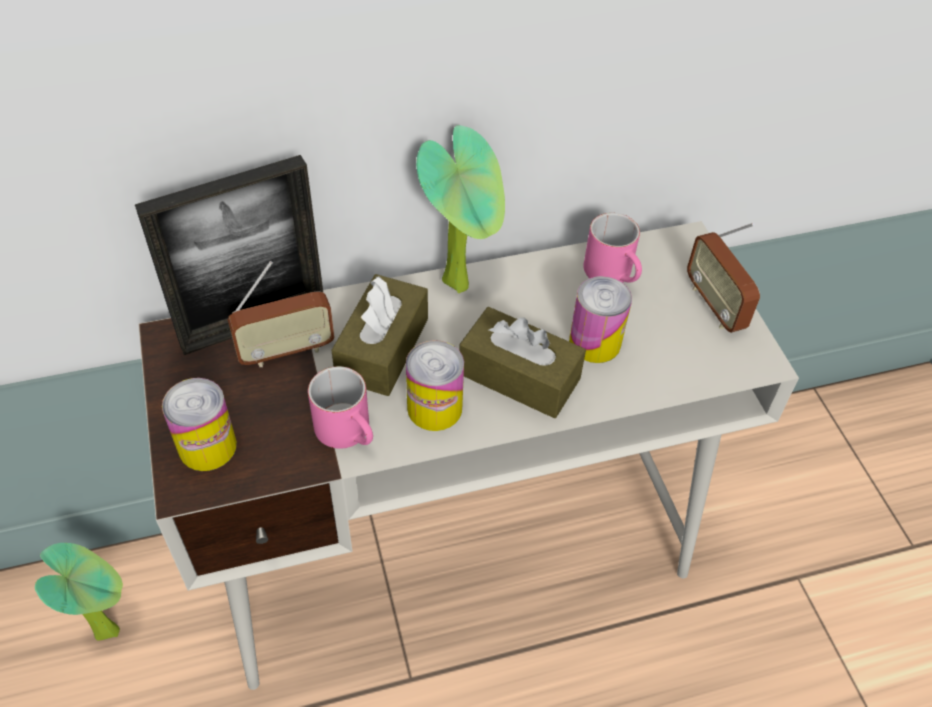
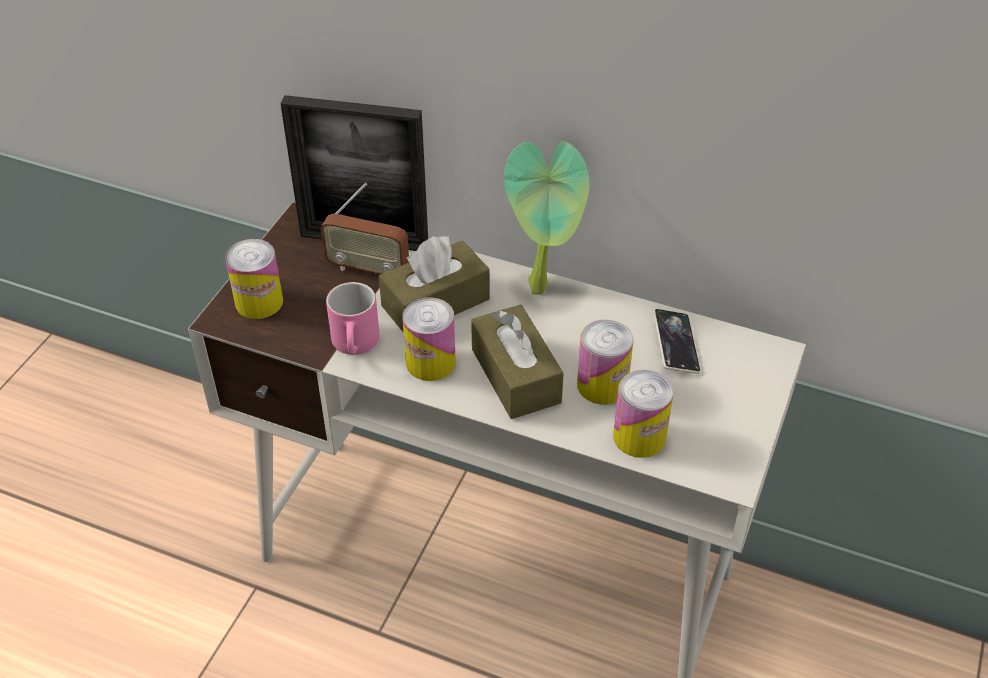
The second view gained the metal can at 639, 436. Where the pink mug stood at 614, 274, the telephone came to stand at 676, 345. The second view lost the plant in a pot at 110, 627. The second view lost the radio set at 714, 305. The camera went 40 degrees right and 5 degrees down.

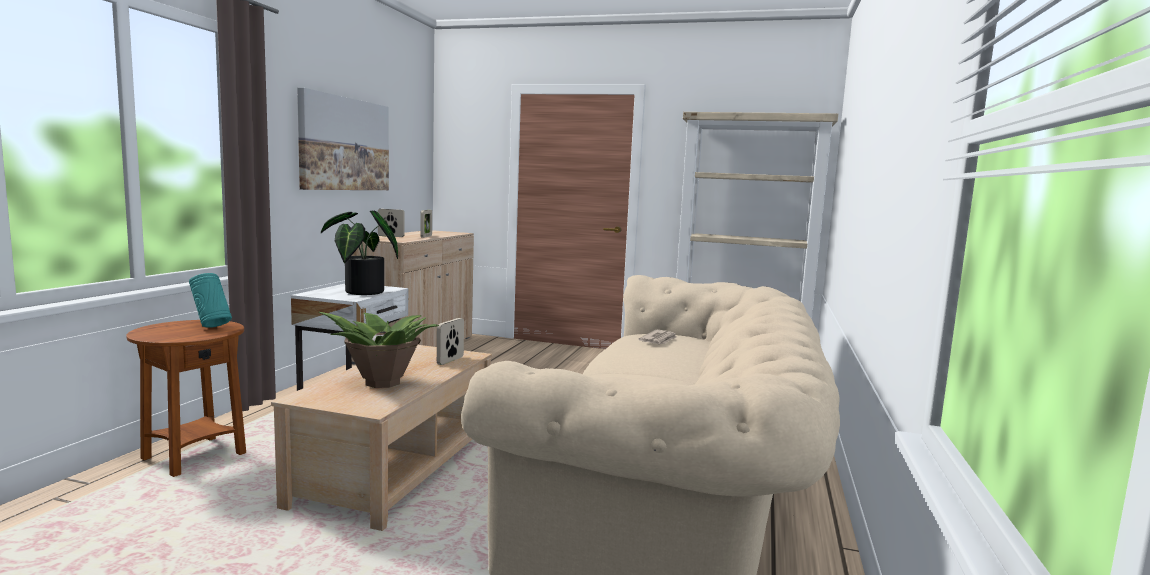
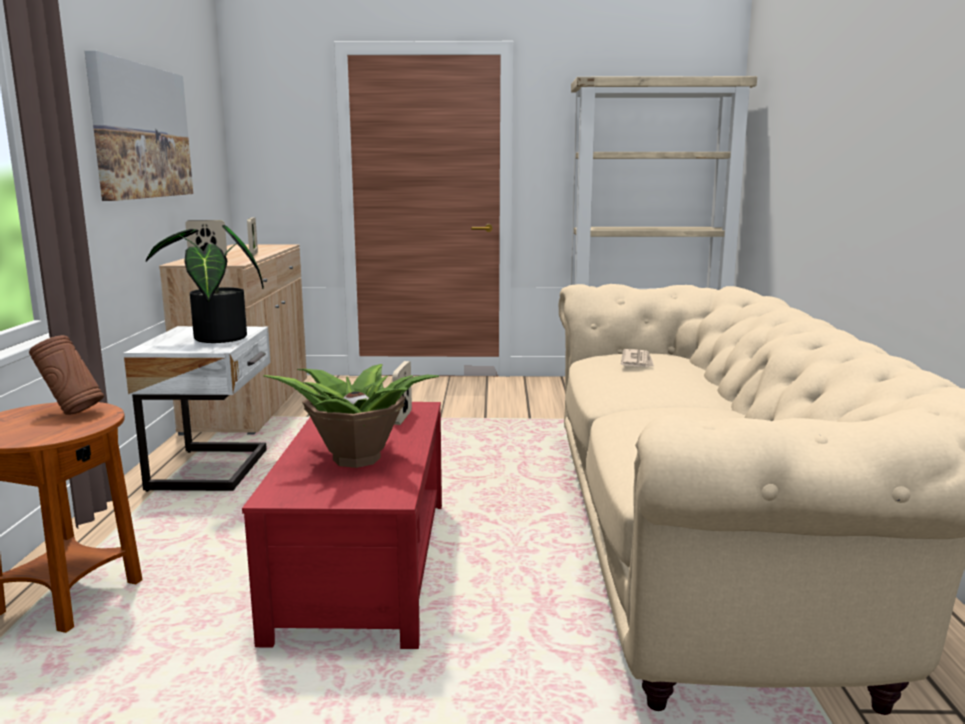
What was the blue-green vase at 211, 326 turned into the brown vase at 71, 412. What was the sand-coloured low table at 398, 470 turned into the red low table at 366, 566. The camera went 15 degrees left and 5 degrees up.

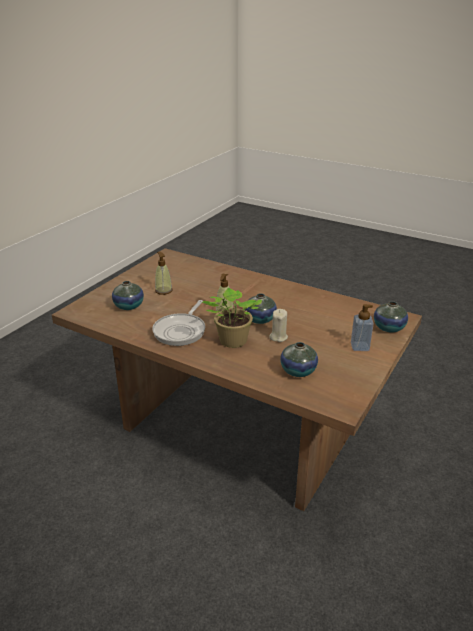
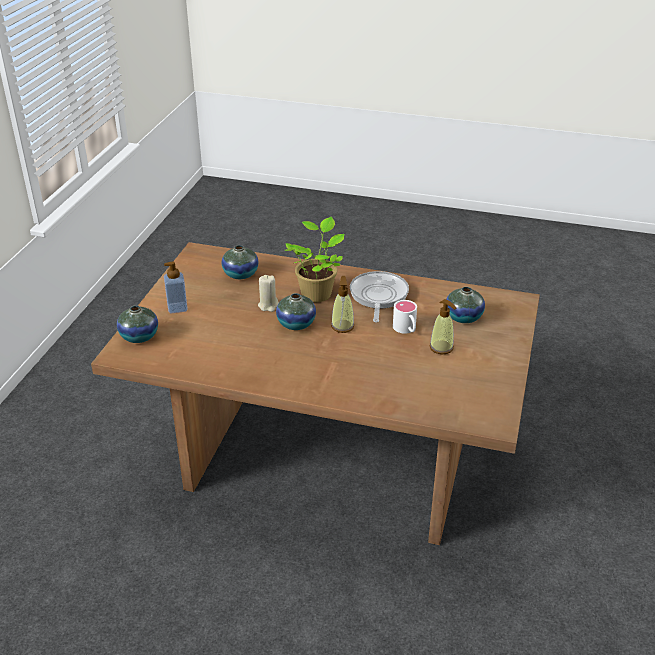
The second view gained the white-coloured mug at 406, 329. The camera went 165 degrees right and 5 degrees up.

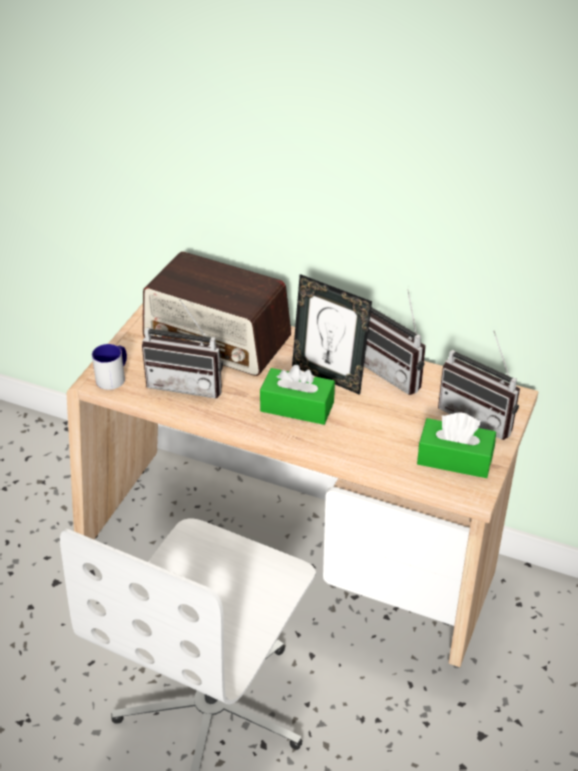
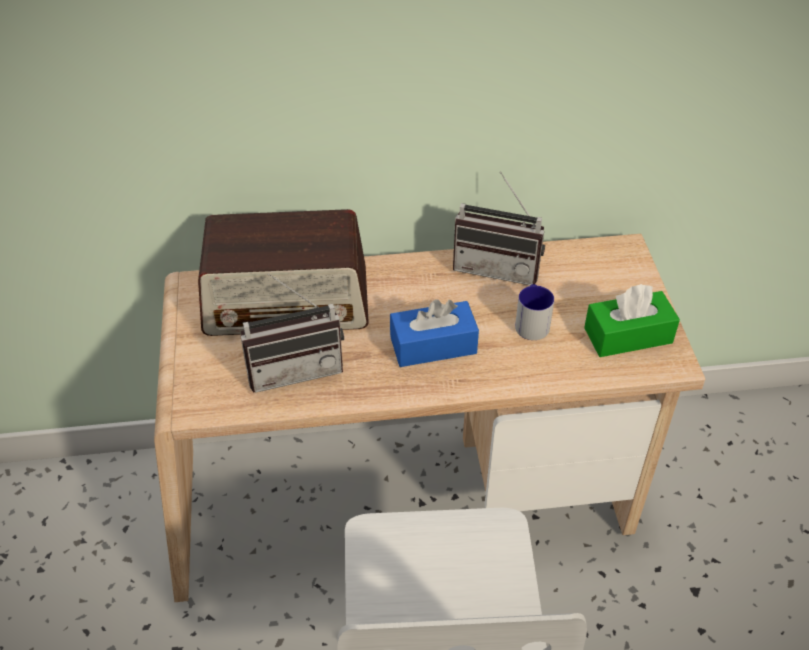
What was the greenish tissue holder at 297, 407 turned into the bluish tissue holder at 433, 345. The mug ended up elsewhere, having gone from 114, 377 to 531, 322. The second view lost the picture frame at 329, 376. The second view lost the radio set at 480, 416. The camera went 30 degrees left and 5 degrees up.

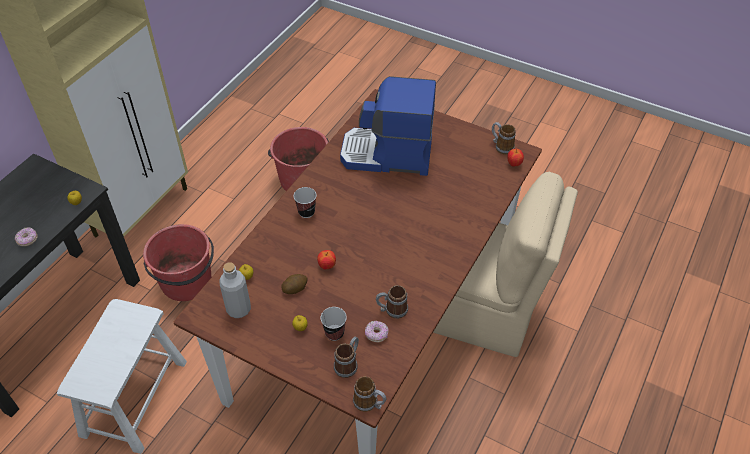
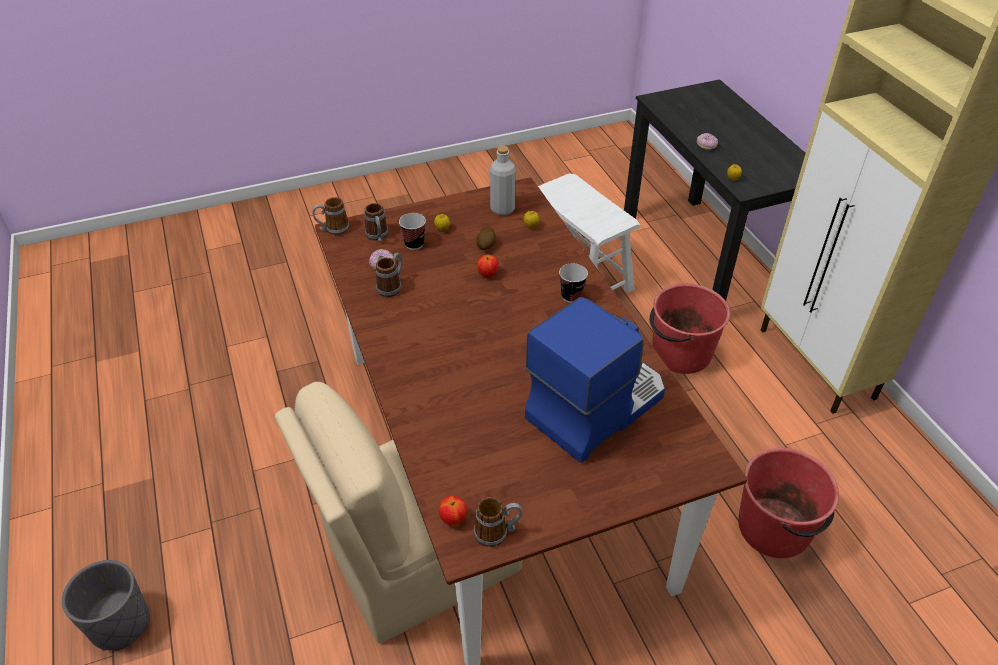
The second view gained the greyish planter at 120, 624. The camera went 130 degrees right and 5 degrees down.

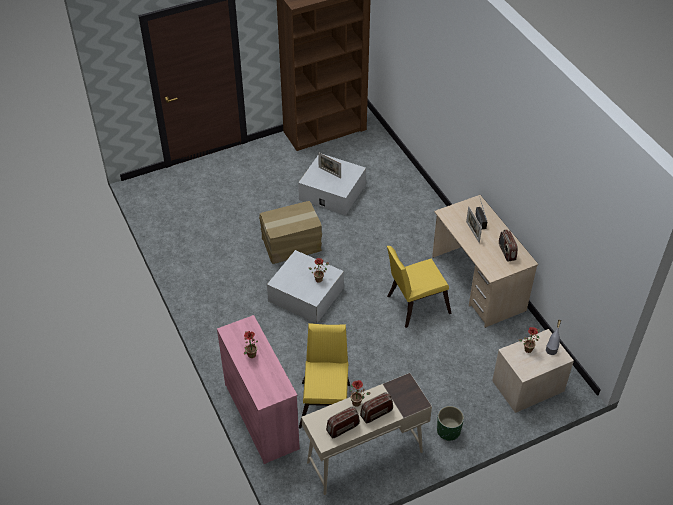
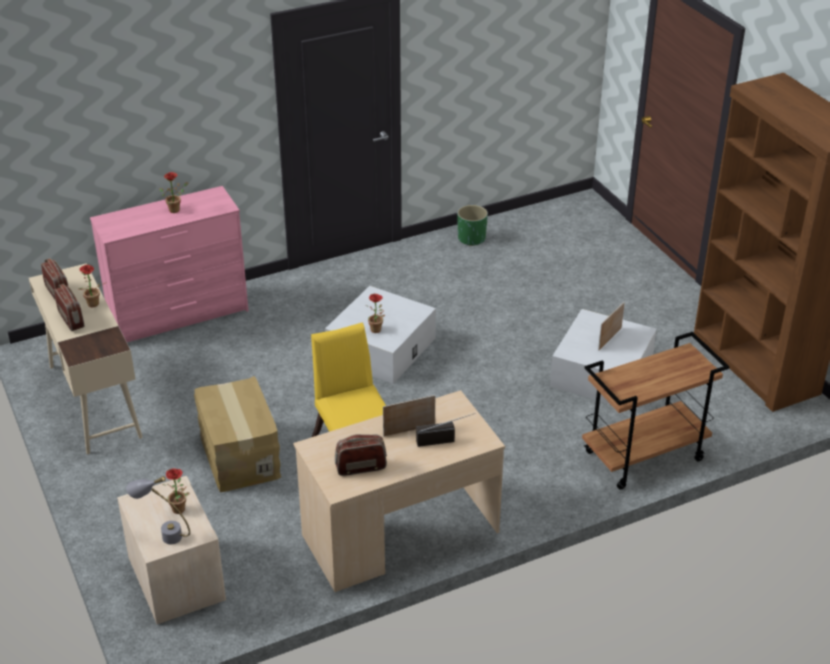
The packing box ended up elsewhere, having gone from 291, 245 to 238, 456. The greenish planter ended up elsewhere, having gone from 448, 431 to 472, 239. The second view gained the brown wheeled cart at 643, 457. The second view lost the yellow-coloured chair at 326, 401. The camera went 90 degrees right and 10 degrees down.

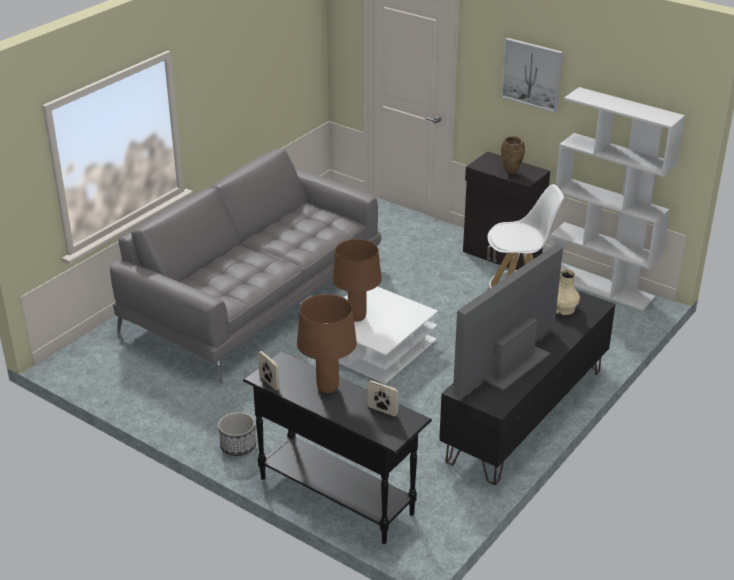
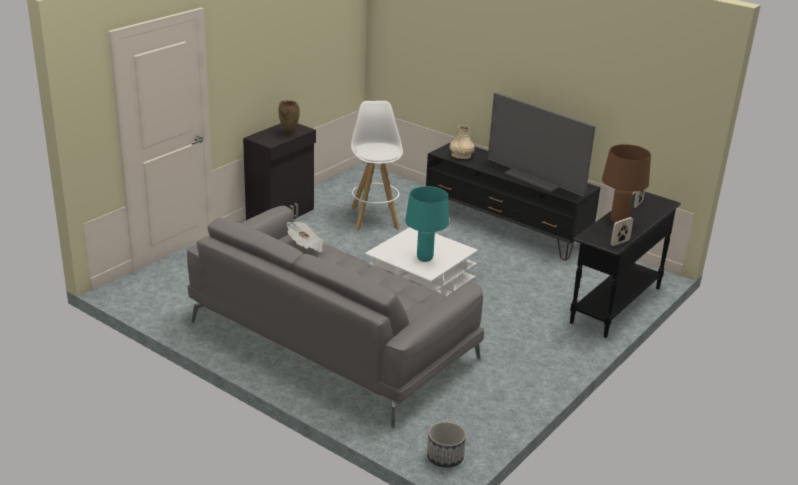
The second view gained the newspaper at 306, 246. What was the brown tabletop lamp at 356, 318 turned into the blue-green tabletop lamp at 425, 259. The planter ended up elsewhere, having gone from 238, 446 to 445, 457. The second view lost the picture at 532, 74. The second view lost the white-coloured bookcase at 600, 286. The camera went 90 degrees left and 5 degrees down.

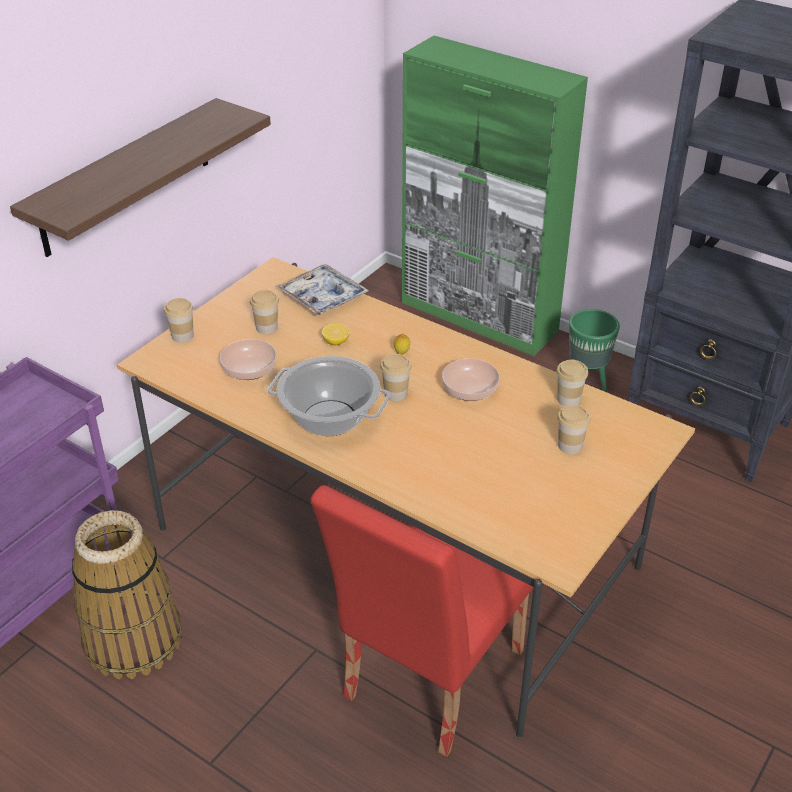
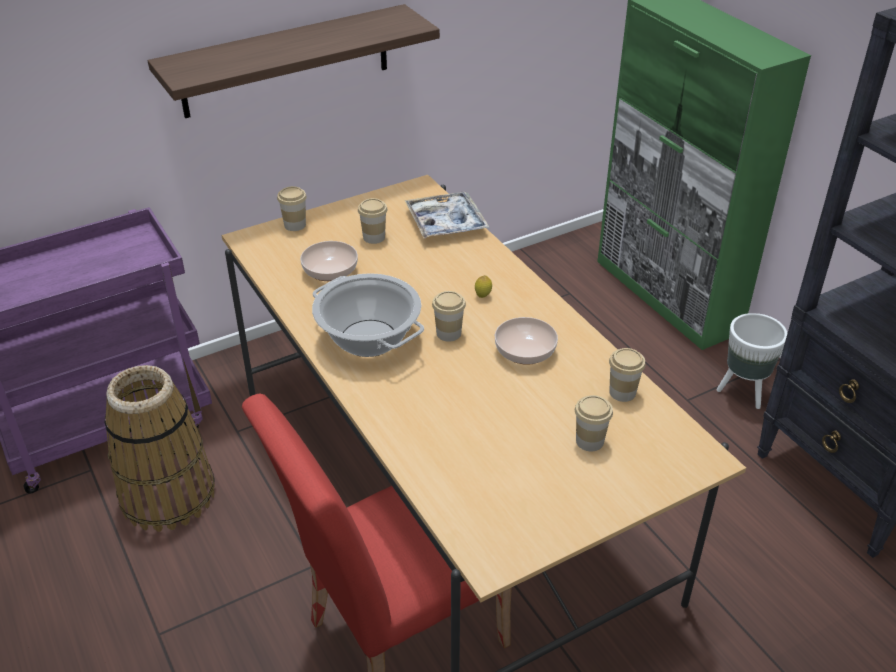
What was the greenish planter at 586, 382 turned into the white-coloured planter at 743, 392. The second view lost the lemon at 336, 342. The camera went 25 degrees right and 0 degrees up.

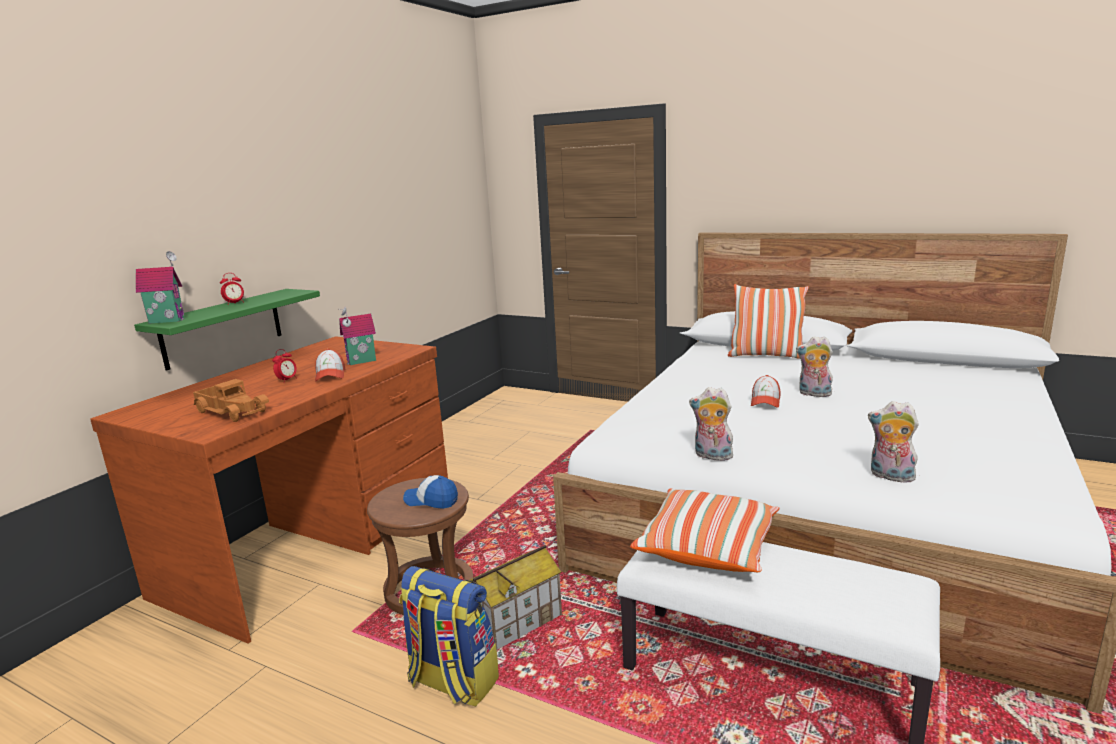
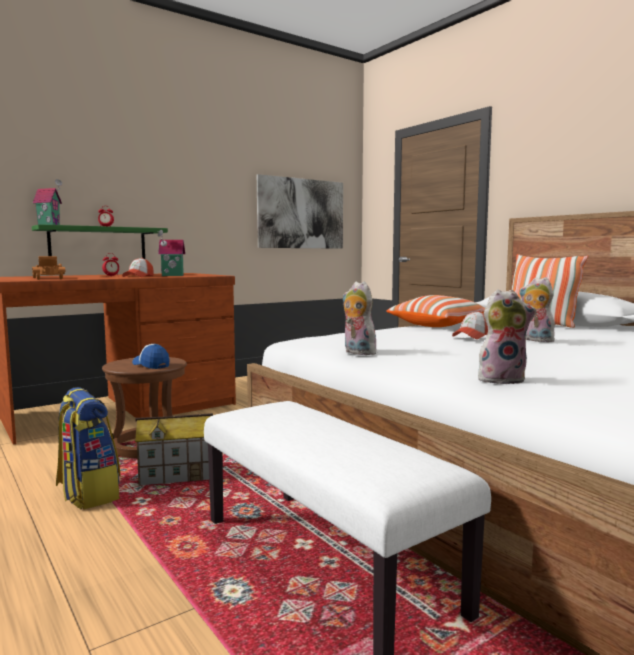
The second view gained the picture at 301, 213. The pillow ended up elsewhere, having gone from 707, 547 to 438, 325. The cuddly toy at 890, 476 ended up facing another way, 120 degrees clockwise from before. The camera went 25 degrees right and 10 degrees down.

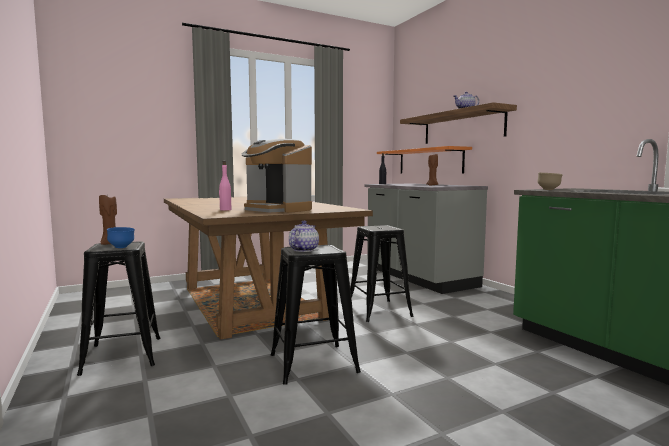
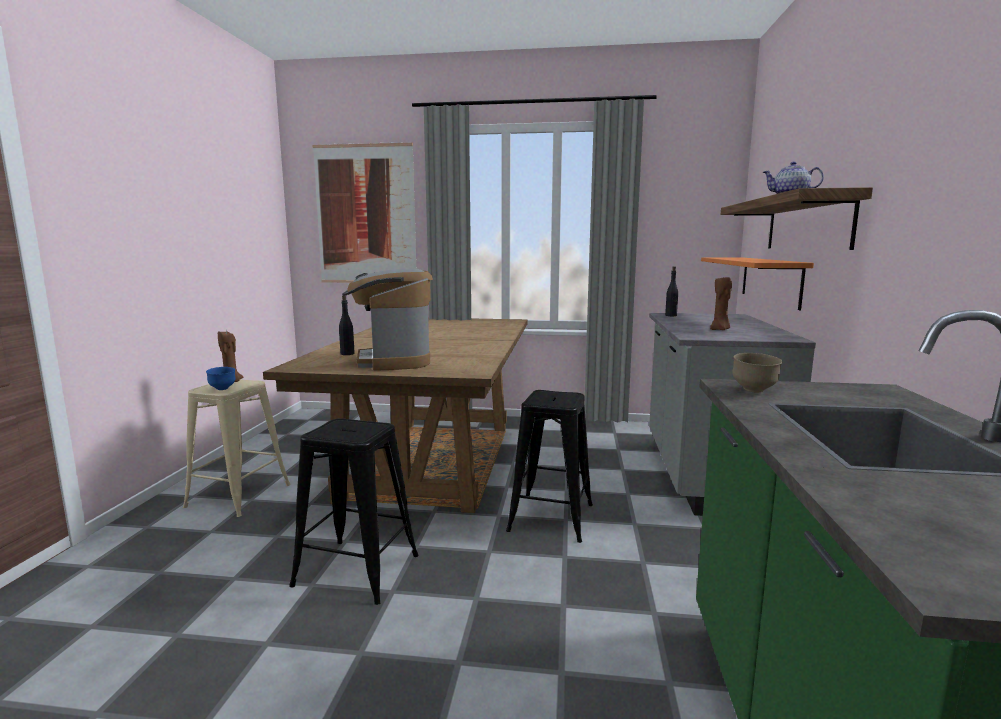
What was the black stool at 122, 355 turned into the sand-coloured stool at 239, 495. The second view gained the picture at 366, 214. What was the pink drink bottle at 225, 210 turned into the black drink bottle at 347, 354. The second view lost the teapot at 303, 250. The camera went 35 degrees right and 5 degrees up.

